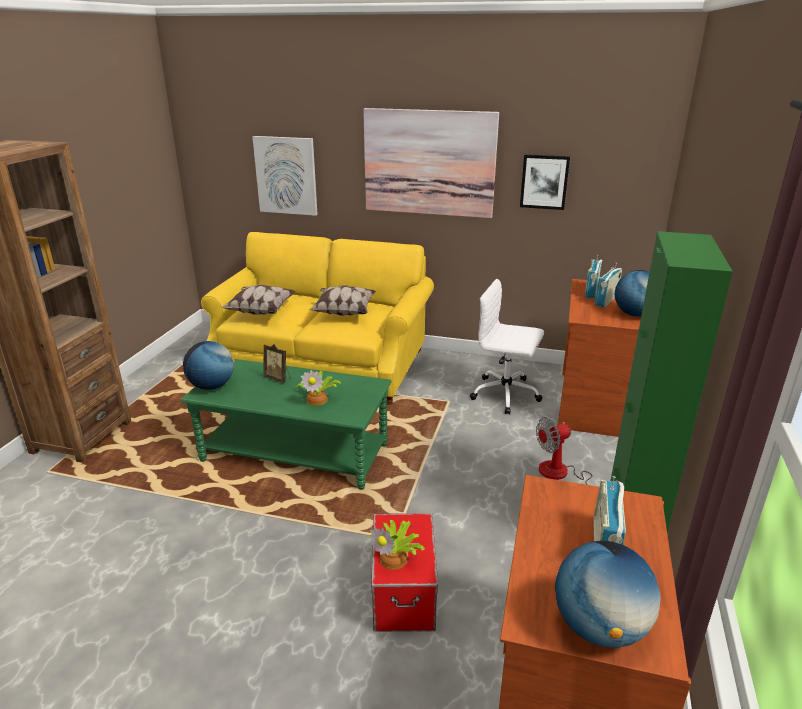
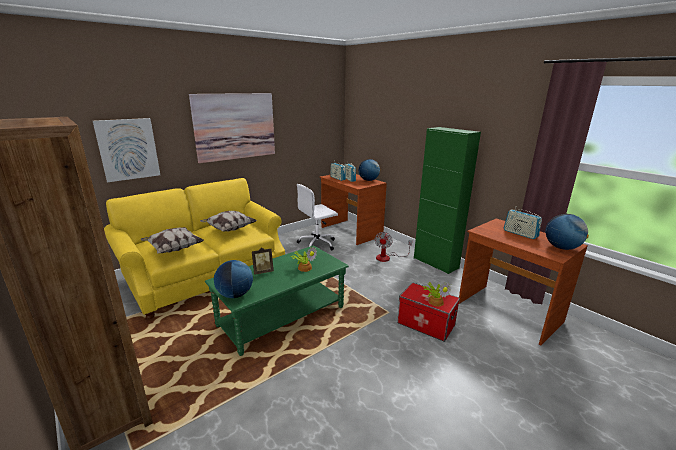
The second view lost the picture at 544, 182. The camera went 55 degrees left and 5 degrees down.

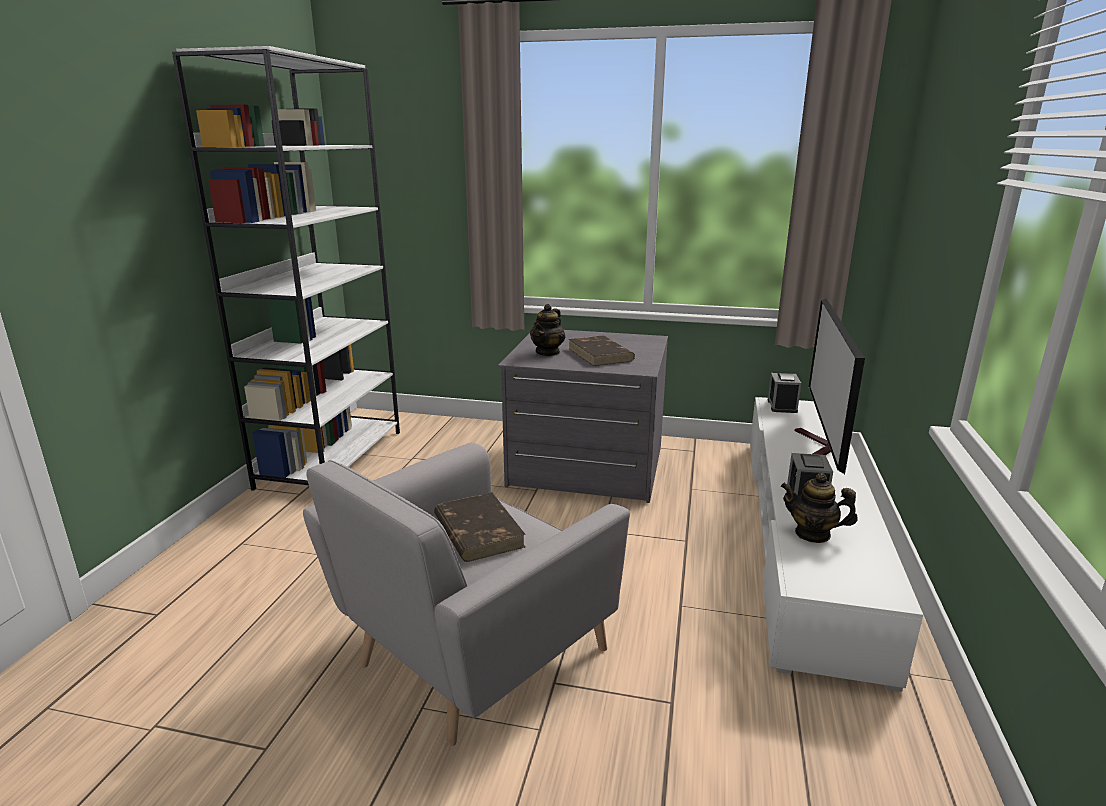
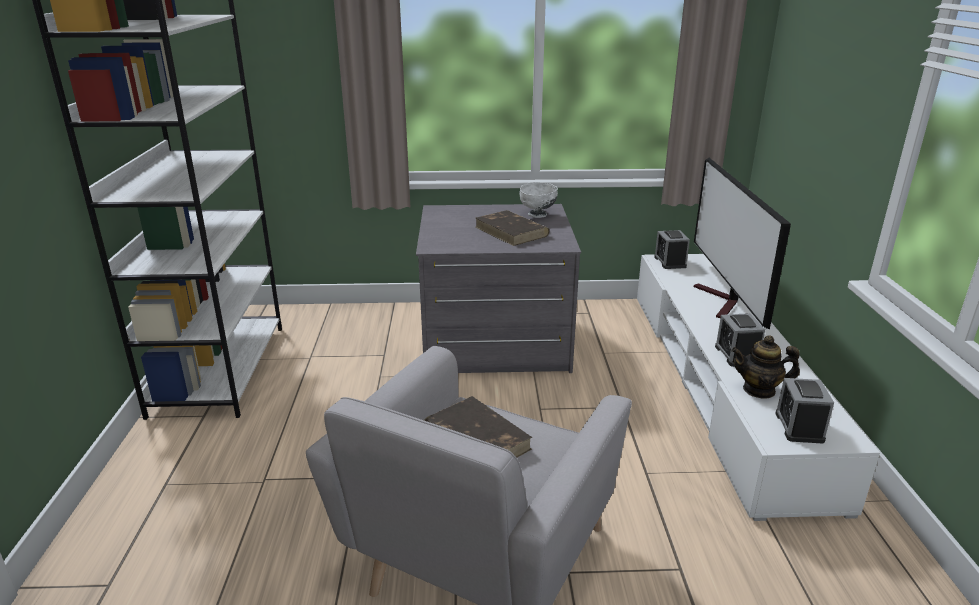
The second view gained the white-coloured bowl at 537, 215. The second view gained the bedside clock at 799, 427. The second view lost the teapot at 548, 352. The camera went 15 degrees left and 5 degrees up.

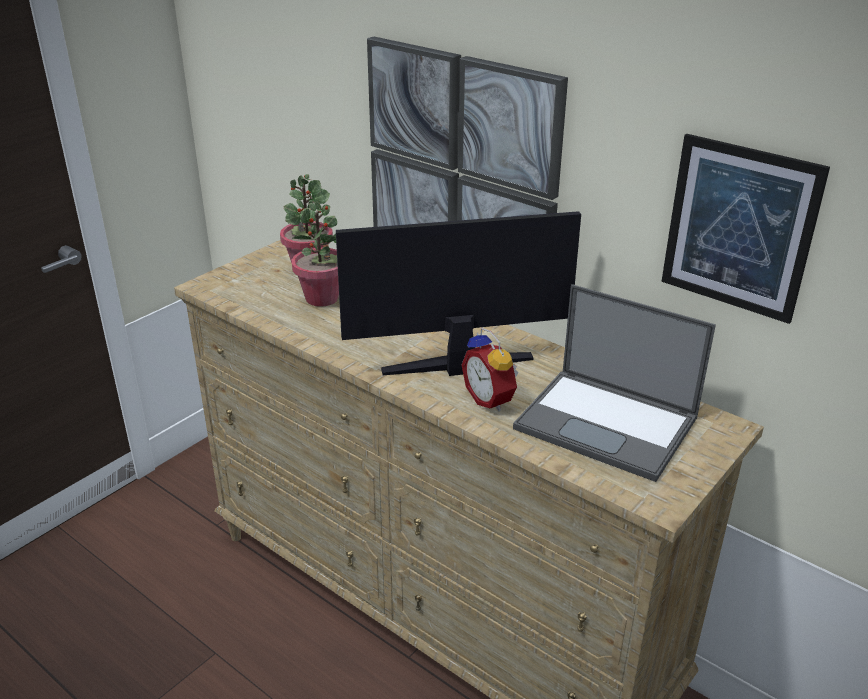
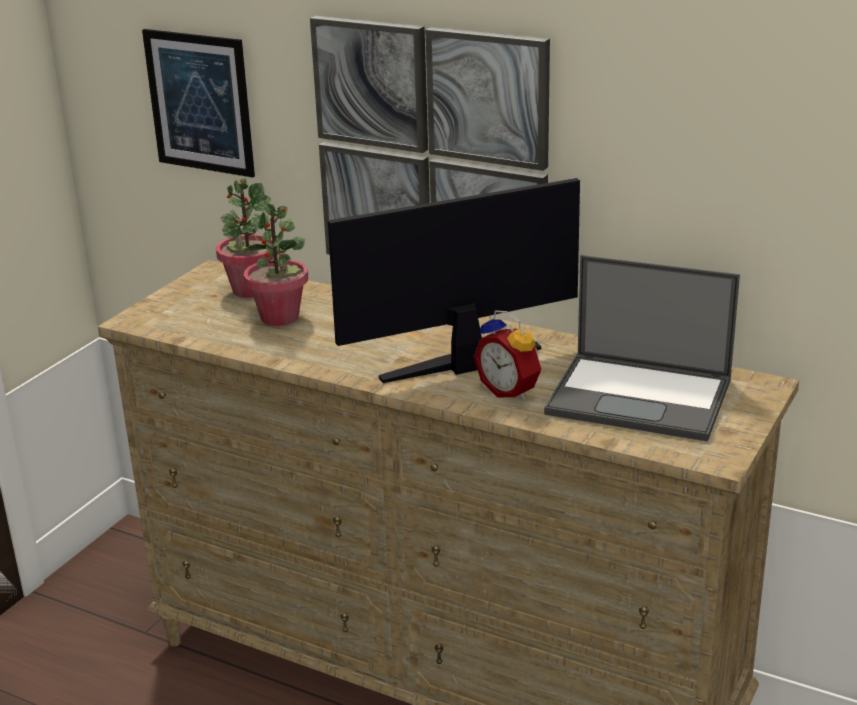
The picture ended up elsewhere, having gone from 739, 228 to 199, 102. The camera went 10 degrees left and 5 degrees down.

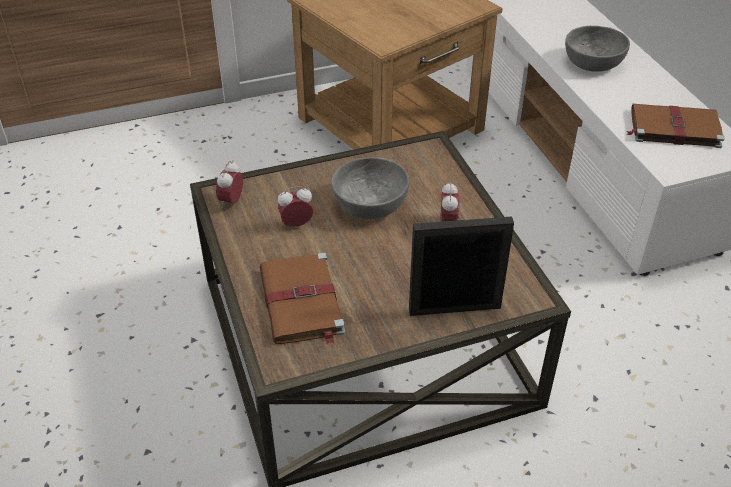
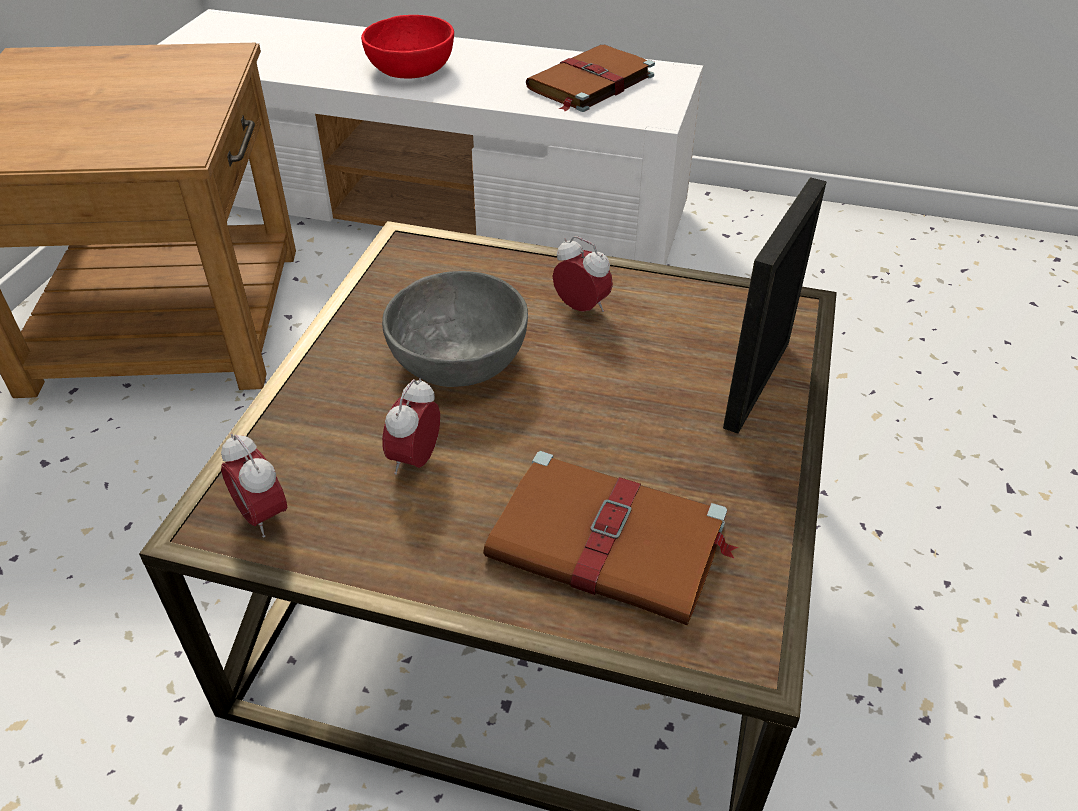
What was the greyish bowl at 593, 62 turned into the red bowl at 411, 68. The camera went 55 degrees left and 0 degrees up.

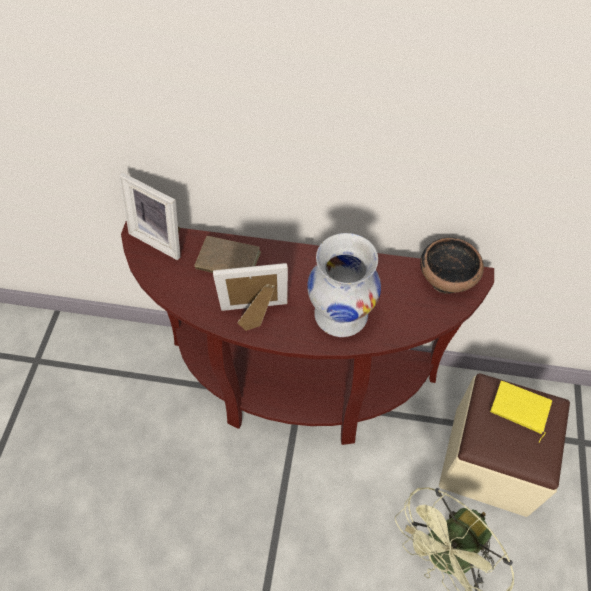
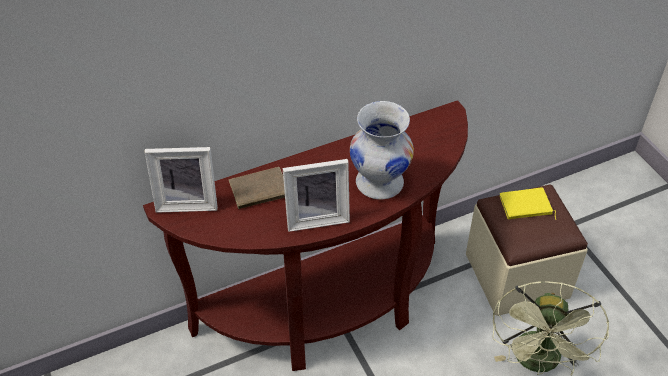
The picture frame at 255, 316 ended up facing another way, 150 degrees counterclockwise from before. The second view lost the bowl at 447, 278. The camera went 35 degrees left and 10 degrees down.

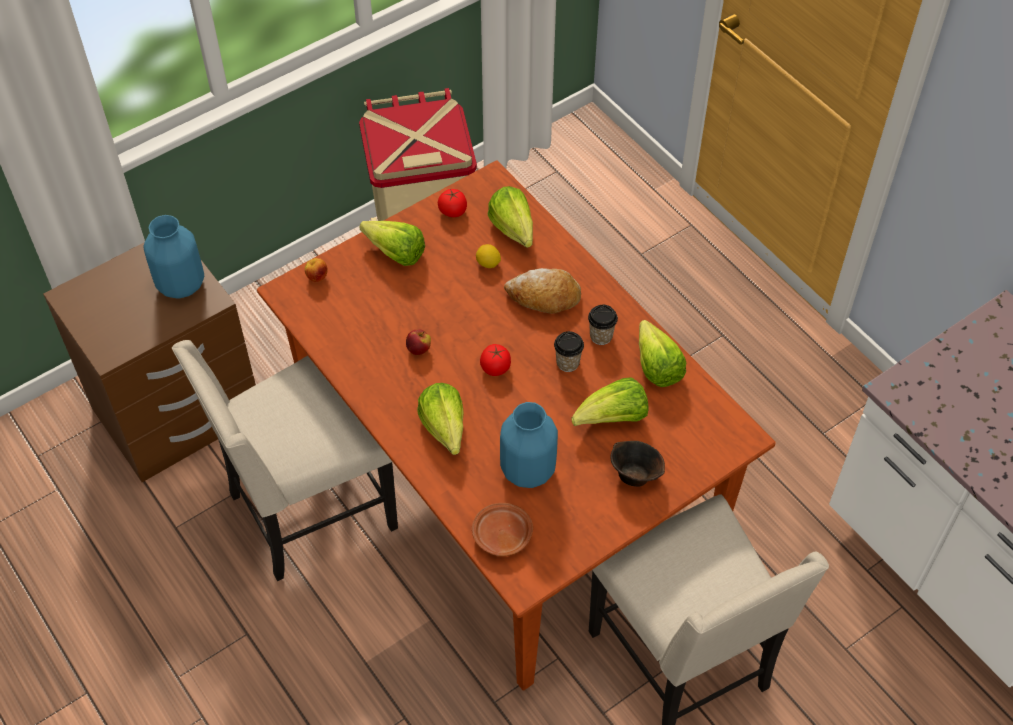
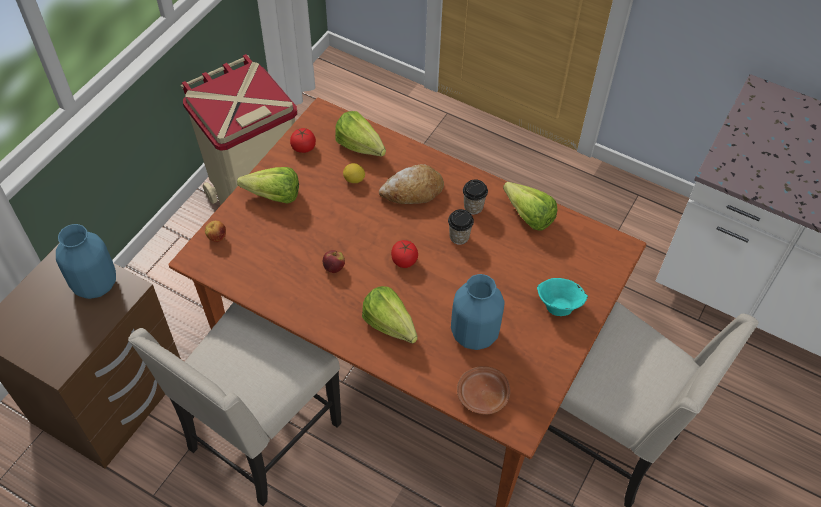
What was the brown bowl at 634, 473 turned into the blue-green bowl at 558, 305. The second view lost the lettuce at 613, 418. The camera went 25 degrees left and 0 degrees up.

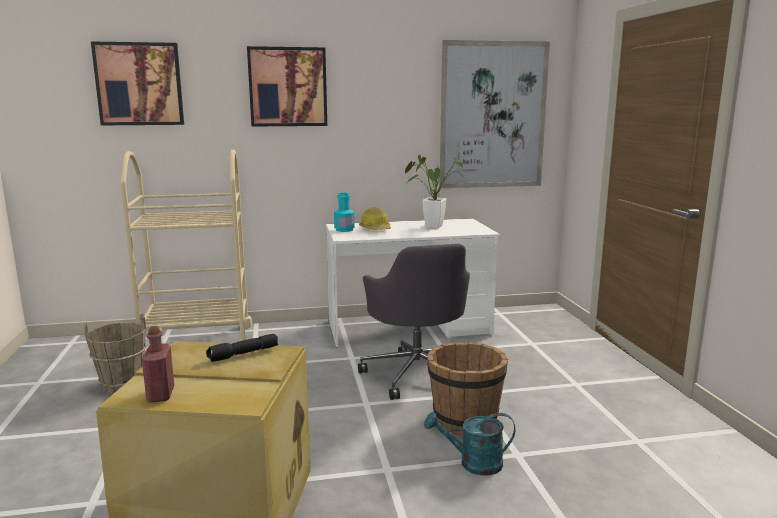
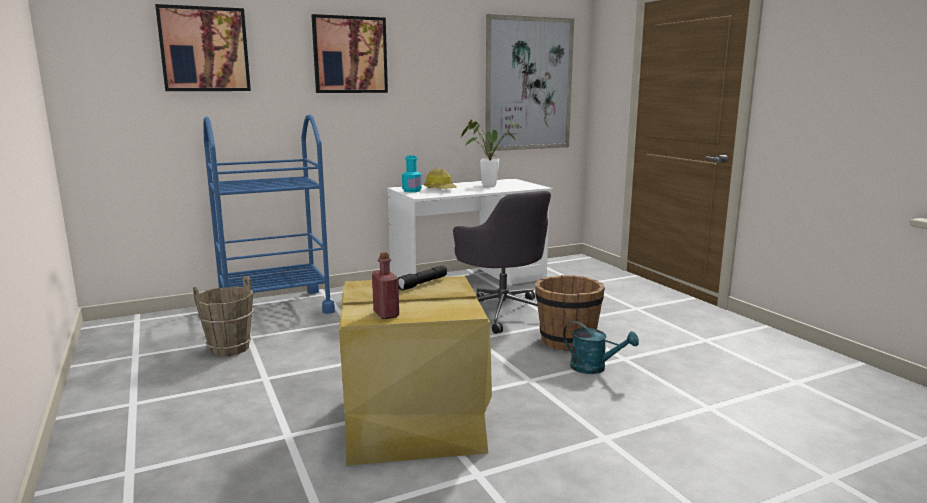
What was the sand-coloured wheeled cart at 198, 341 turned into the bluish wheeled cart at 275, 308. The blue-green watering pot at 473, 464 ended up facing another way, 135 degrees counterclockwise from before. The camera went 15 degrees left and 0 degrees up.

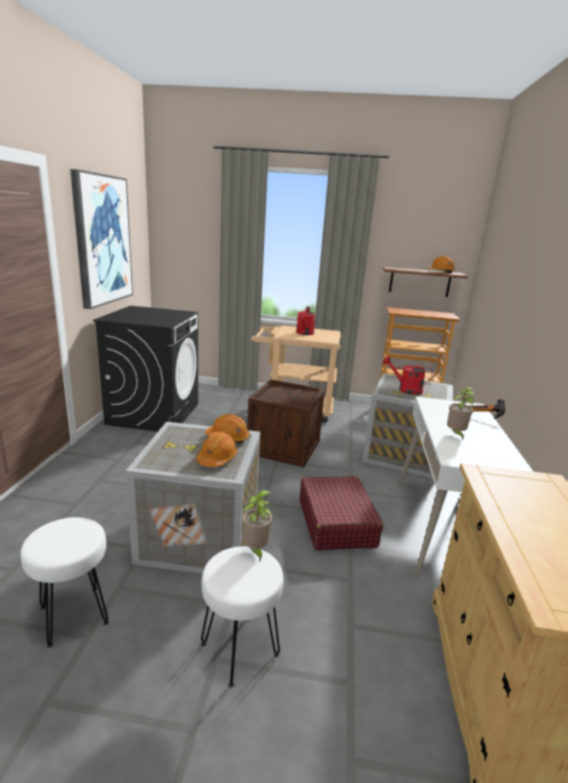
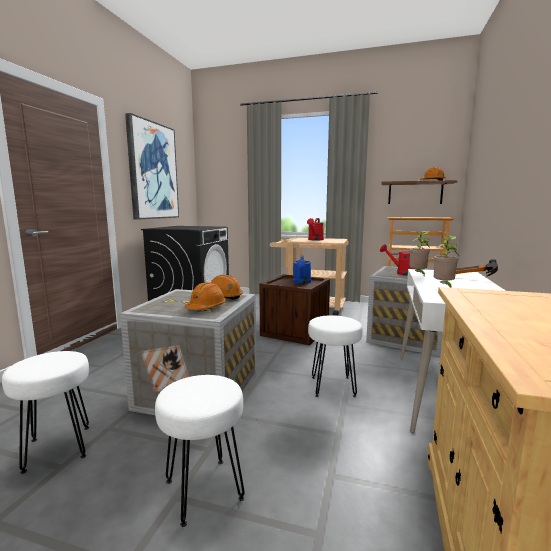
The second view gained the bluish watering pot at 301, 282. Where the red suitcase stood at 336, 522, the white-coloured stool came to stand at 332, 386. The plant in a pot ended up elsewhere, having gone from 255, 550 to 418, 274. The camera went 10 degrees right and 10 degrees down.

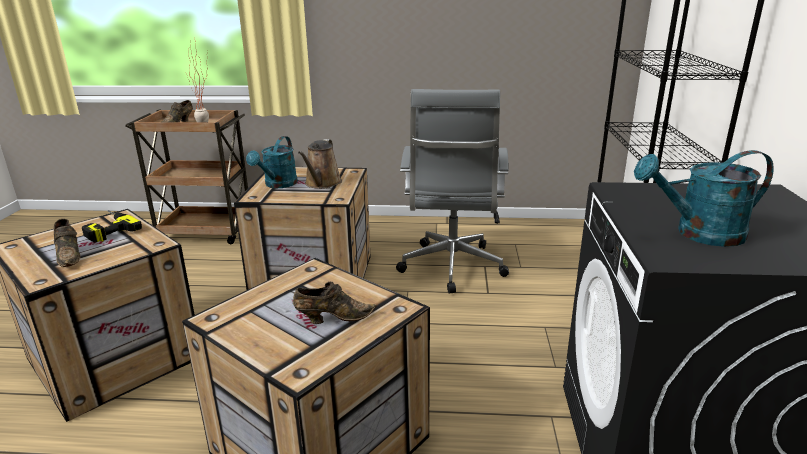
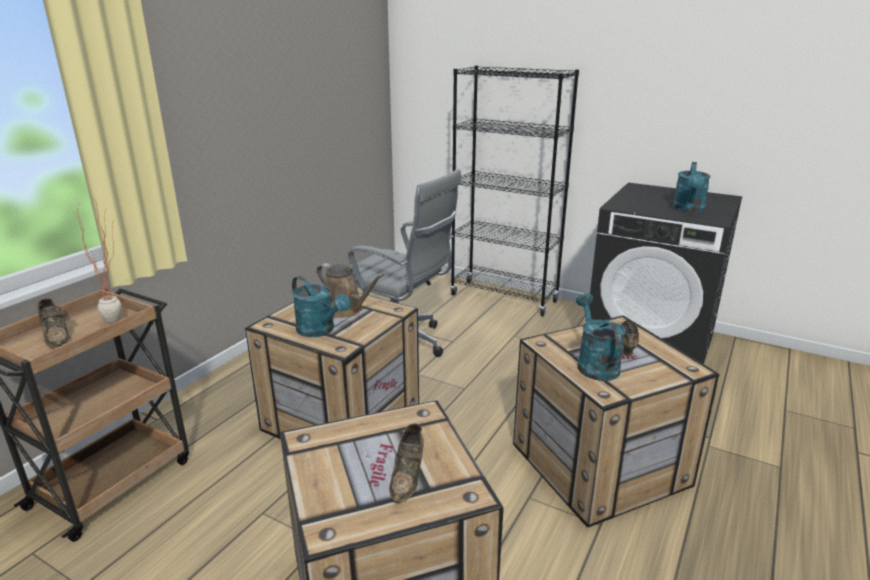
The brown shoe at 69, 255 ended up facing another way, 105 degrees clockwise from before. The second view gained the blue-green watering pot at 594, 364. The second view lost the drill at 107, 229. The camera went 65 degrees left and 0 degrees up.

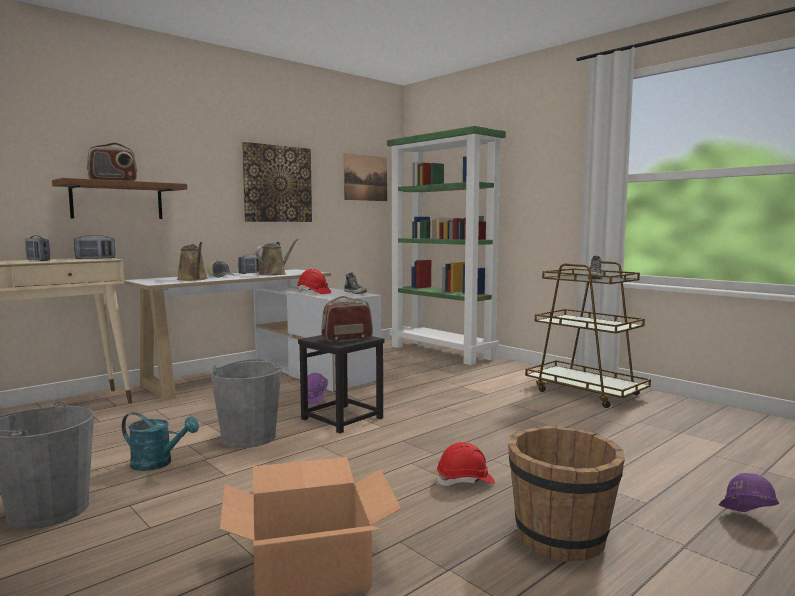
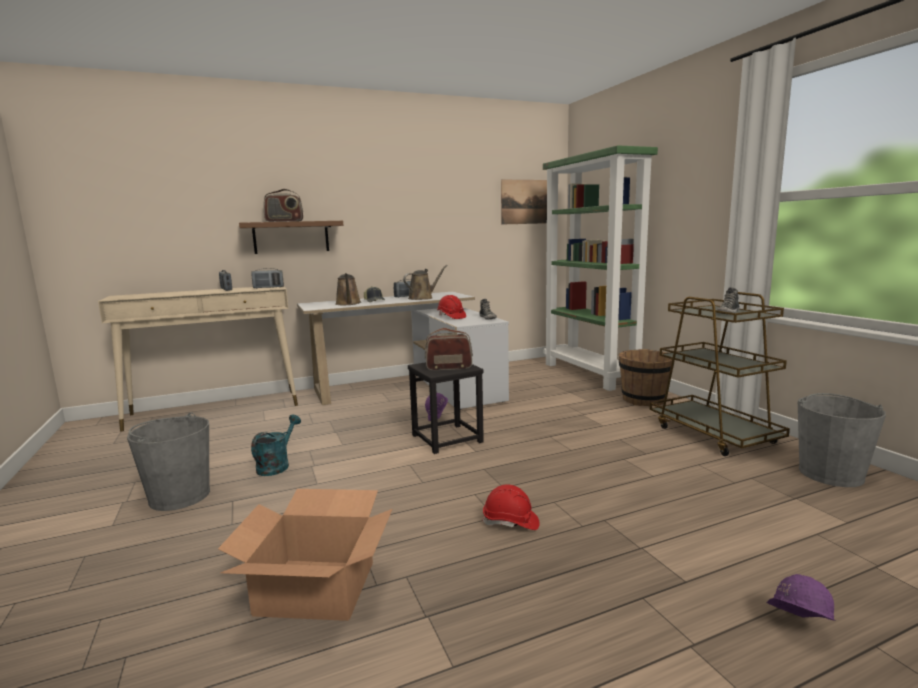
The blue-green watering pot at 158, 464 ended up facing another way, 105 degrees counterclockwise from before. The brown water bucket ended up elsewhere, having gone from 561, 538 to 643, 400. The greyish water bucket ended up elsewhere, having gone from 249, 437 to 830, 473. The second view lost the picture at 277, 184. The camera went 20 degrees right and 5 degrees up.

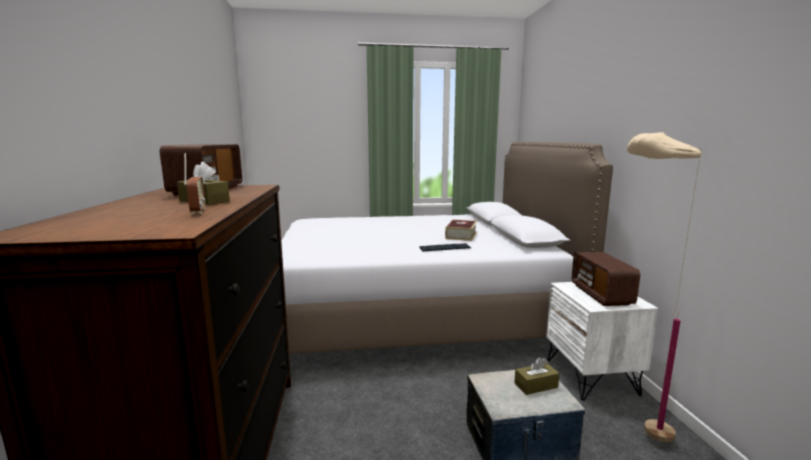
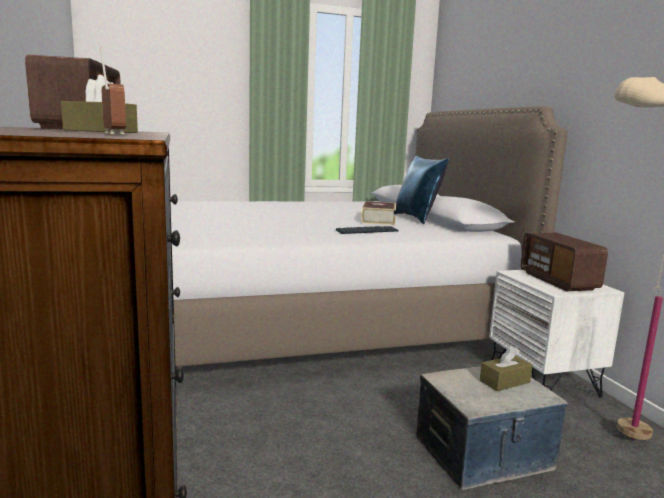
The second view gained the bluish pillow at 417, 219. The camera went 10 degrees left and 0 degrees up.

